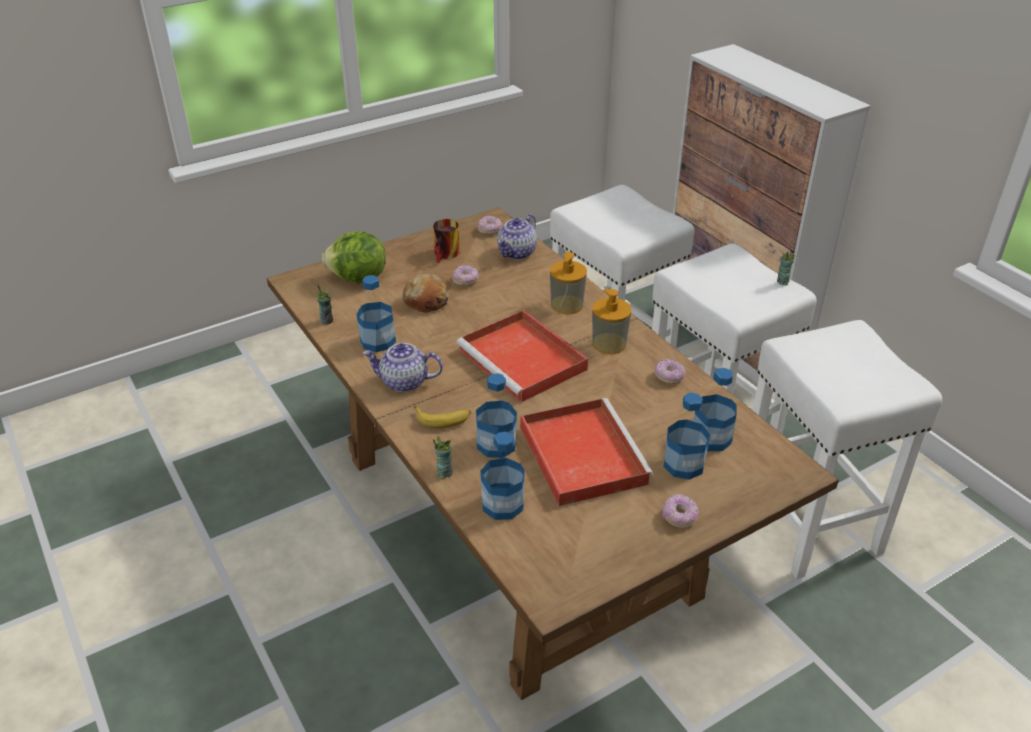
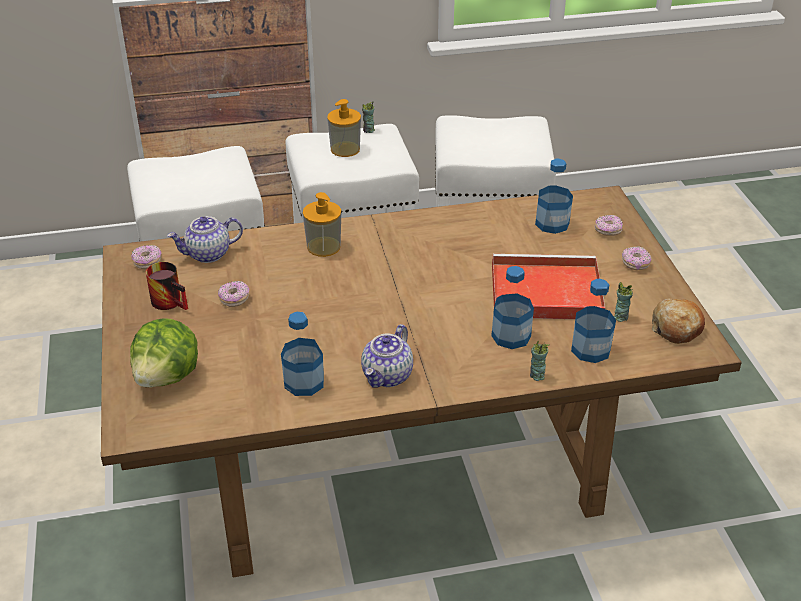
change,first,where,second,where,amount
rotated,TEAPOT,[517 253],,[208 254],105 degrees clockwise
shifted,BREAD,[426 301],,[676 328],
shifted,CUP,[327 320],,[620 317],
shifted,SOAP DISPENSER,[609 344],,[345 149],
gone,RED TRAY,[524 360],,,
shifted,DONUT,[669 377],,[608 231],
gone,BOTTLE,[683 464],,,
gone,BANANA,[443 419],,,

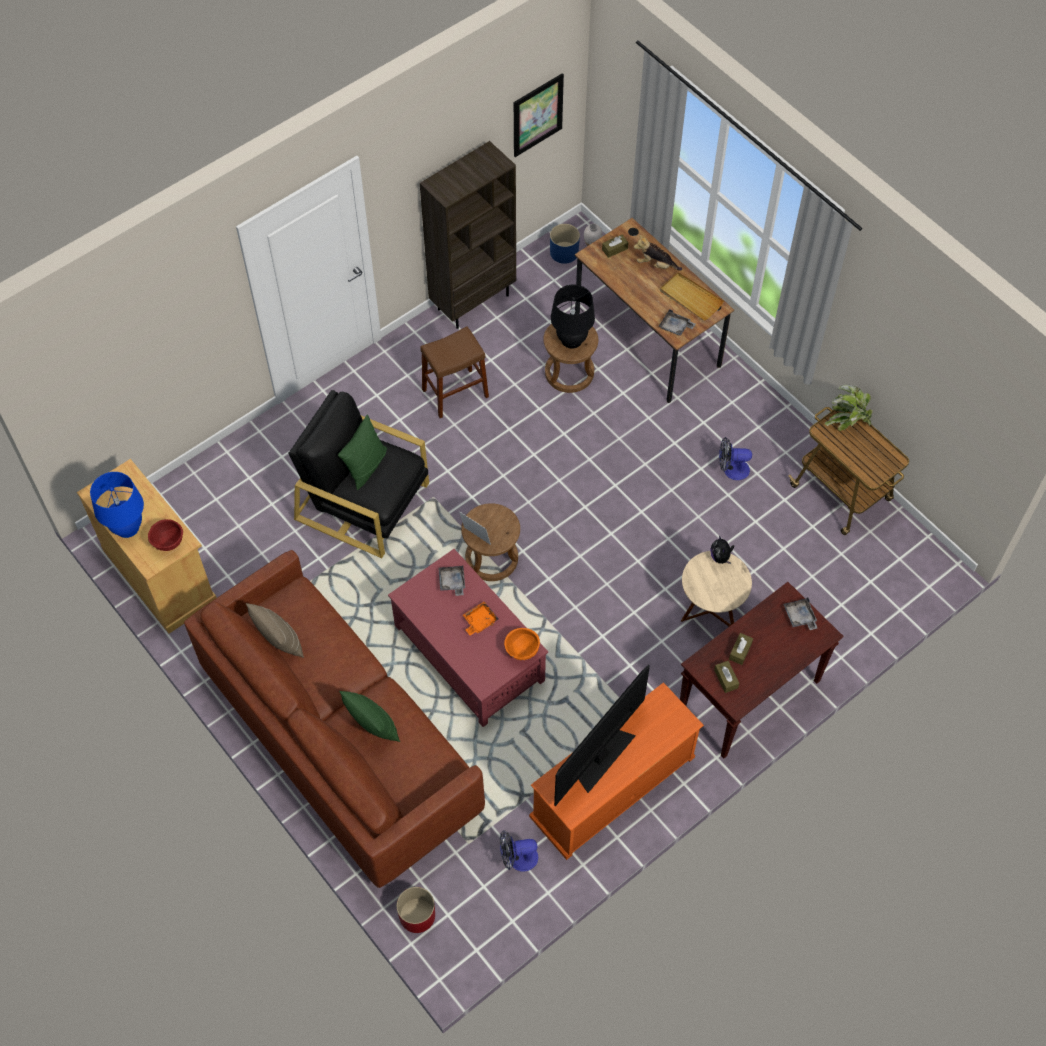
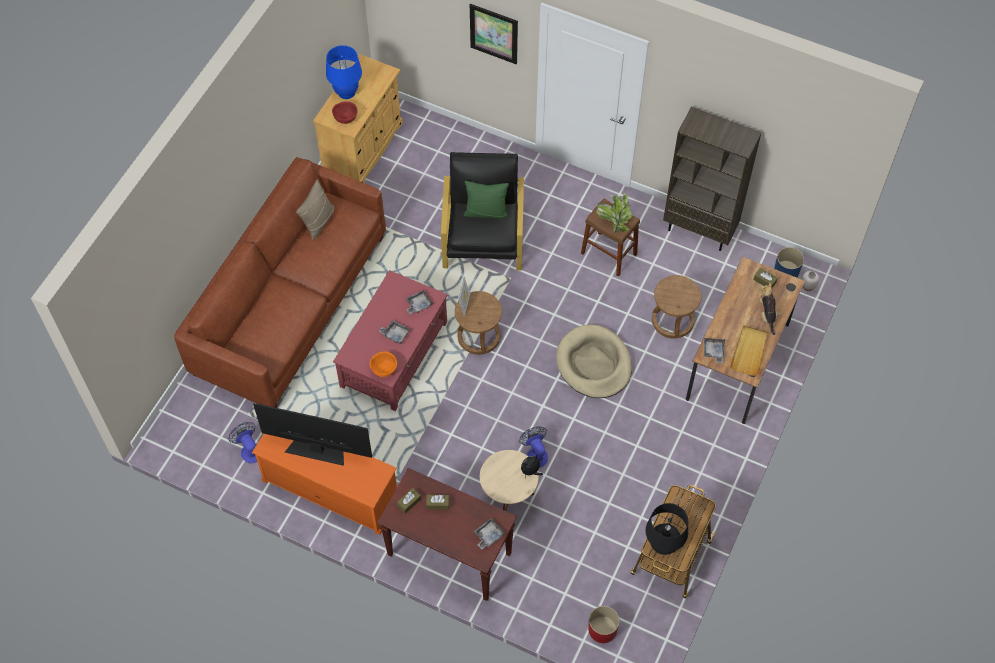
change,first,where,second,where,amount
shifted,PICTURE,[537 115],,[494 33],
shifted,BLACK TABLE LAMP,[571 339],,[663 545],
shifted,POTTED PLANT,[848 420],,[613 220],
shifted,FAN,[731 469],,[535 453],
repainted,ORANGE TRAY,[479 621],GREY TRAY,[395 334],
gone,GREEN PILLOW,[373 726],,,
shifted,RED PLANTER,[417 915],,[602 629],
new,,,BEIGE DOG BED,[594 364],

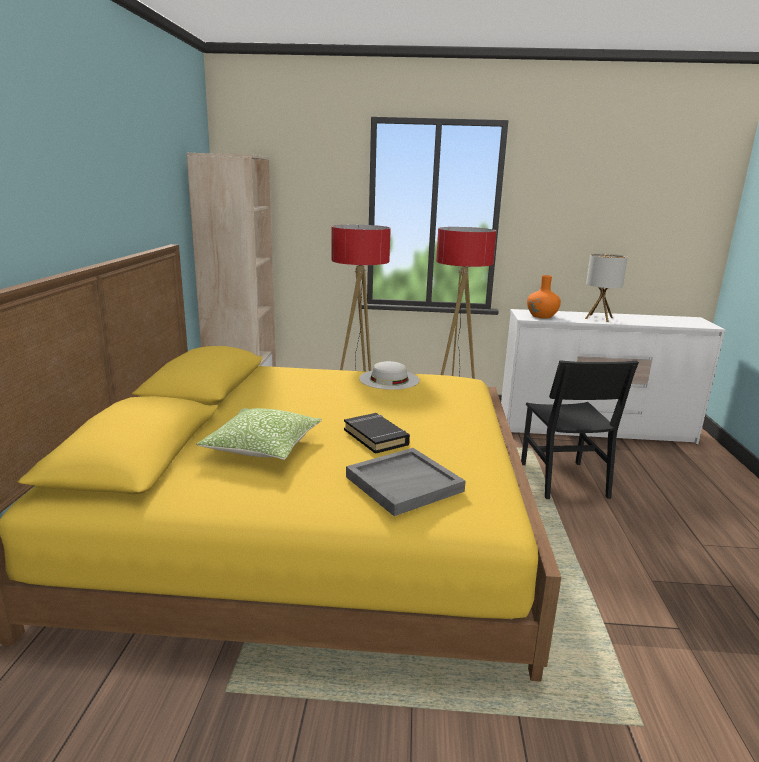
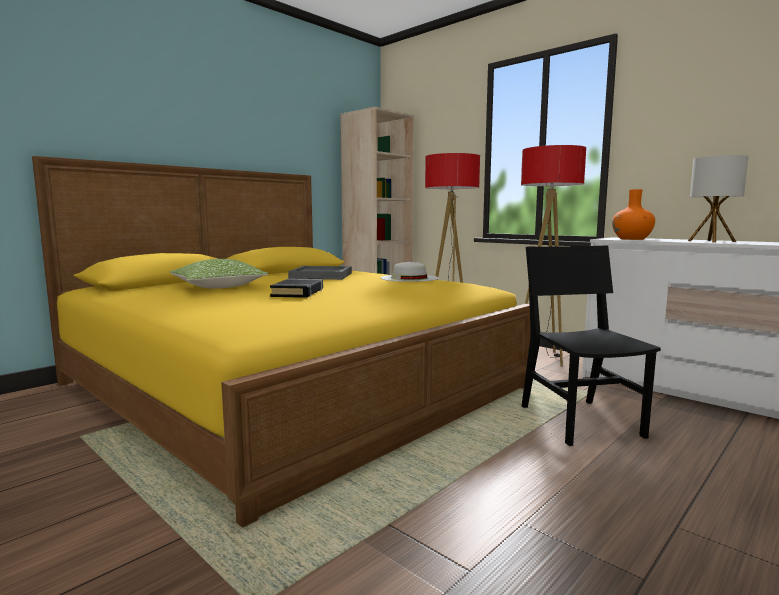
change,first,where,second,where,amount
rotated,BLACK CHAIR,[563 480],,[580 421],135 degrees clockwise
shifted,GREY TRAY,[404 483],,[322 276],

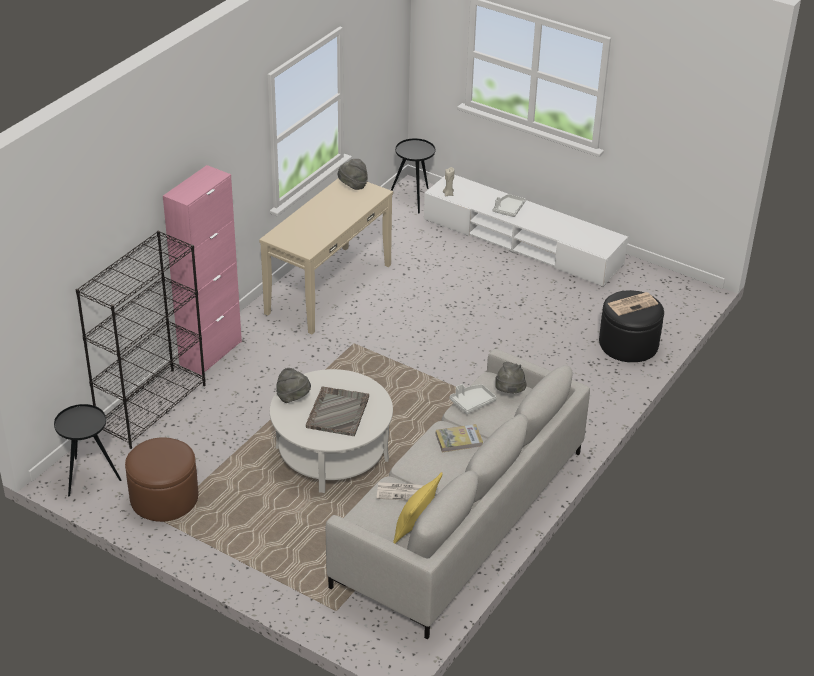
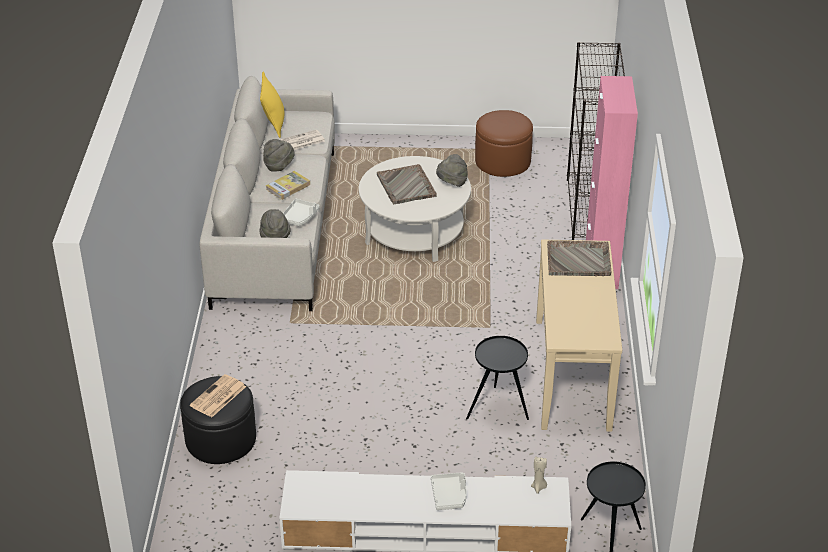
change,first,where,second,where,amount
shifted,GREY HAT,[353 186],,[279 166],
shifted,BLACK SIDE TABLE,[88 476],,[498 410],
new,,,GREY TRAY,[579 260],

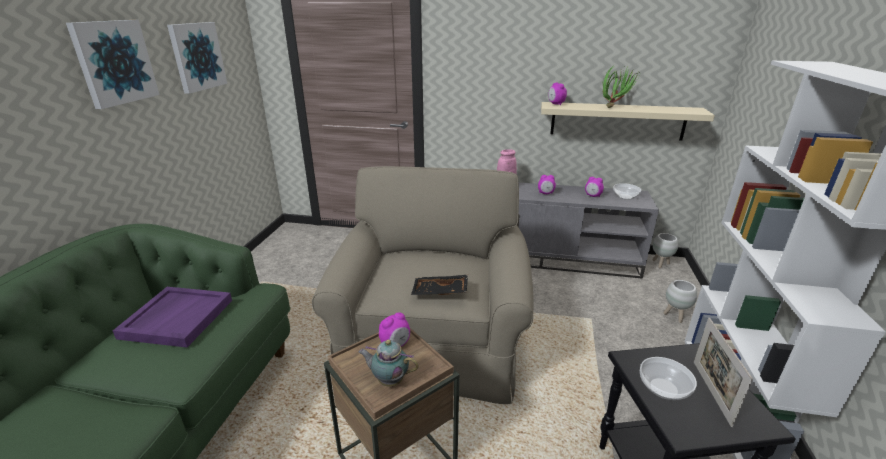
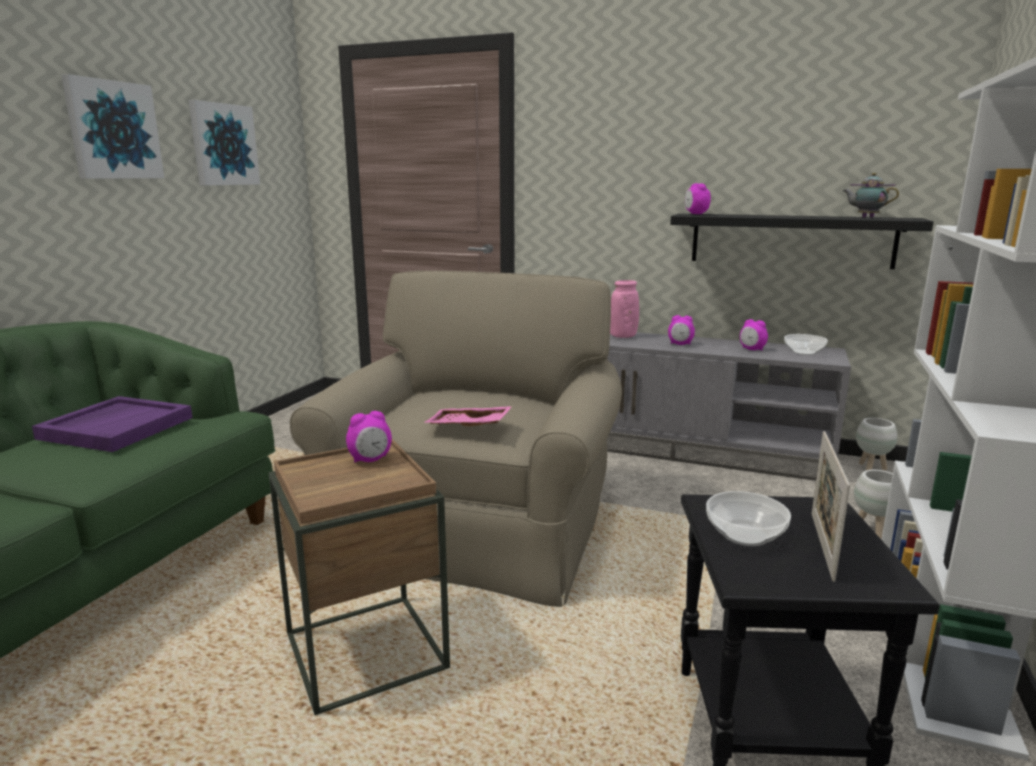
change,first,where,second,where,amount
gone,POTTED PLANT,[613 107],,,
repainted,BEIGE SHELF,[617 121],BLACK SHELF,[791 240],
repainted,BLACK TRAY,[440 292],PINK TRAY,[468 426],
shifted,TEAPOT,[389 380],,[865 217],

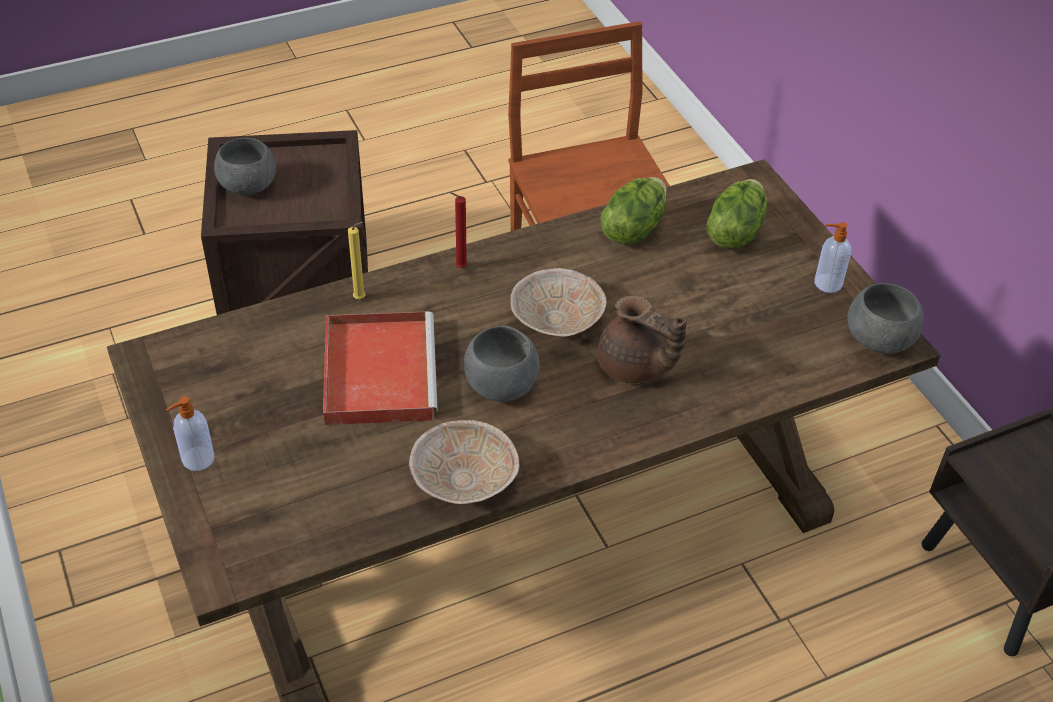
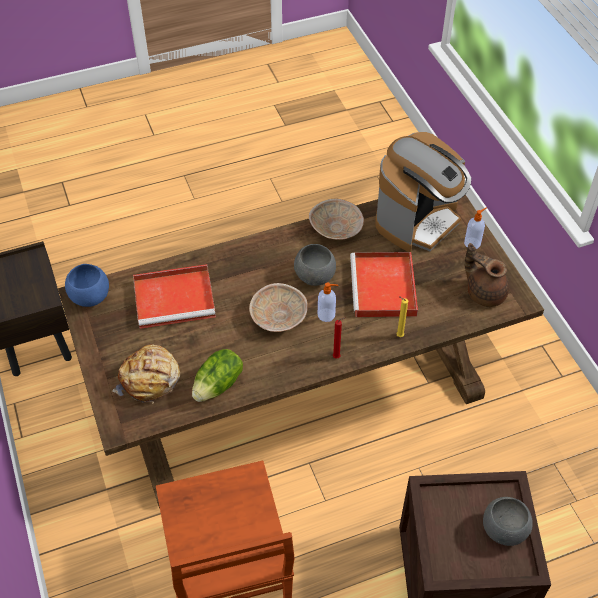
change,first,where,second,where,amount
swapped,LETTUCE,[734 232],BREAD,[150 380],
shifted,SOAP DISPENSER,[826 283],,[327 315],
repainted,GREY BOWL,[878 341],BLUE BOWL,[90 296],
shifted,BROWN TEAPOT,[634 367],,[484 292],
new,,,COFFEE MACHINE,[418 221],
new,,,RED TRAY,[176 298],

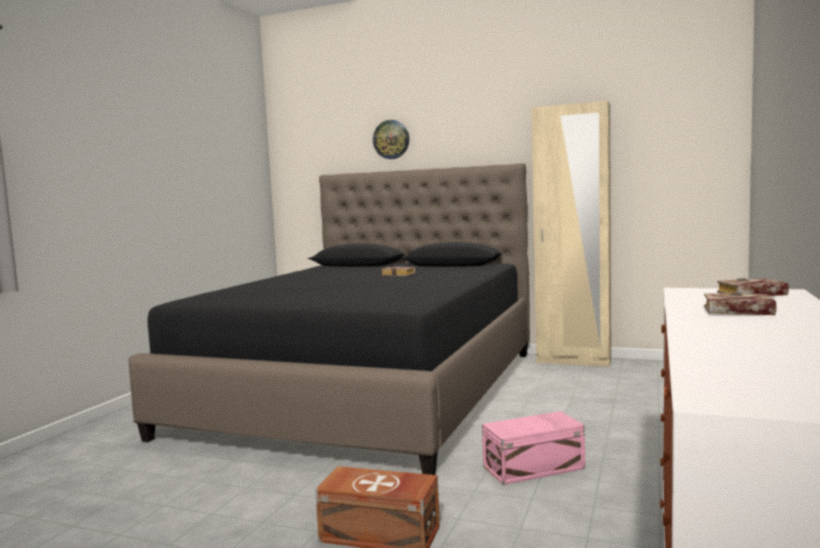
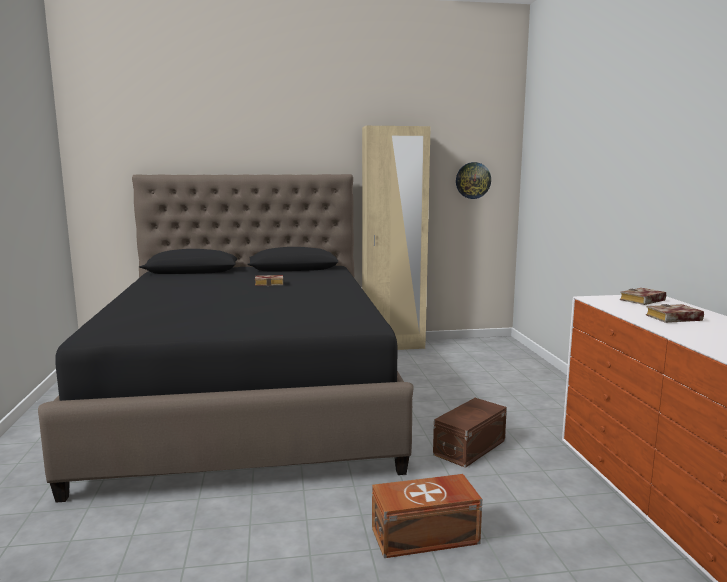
change,first,where,second,where,amount
shifted,WALL CLOCK,[391 139],,[473 180],
repainted,PINK STORAGE BOX,[535 468],BROWN STORAGE BOX,[471 447],

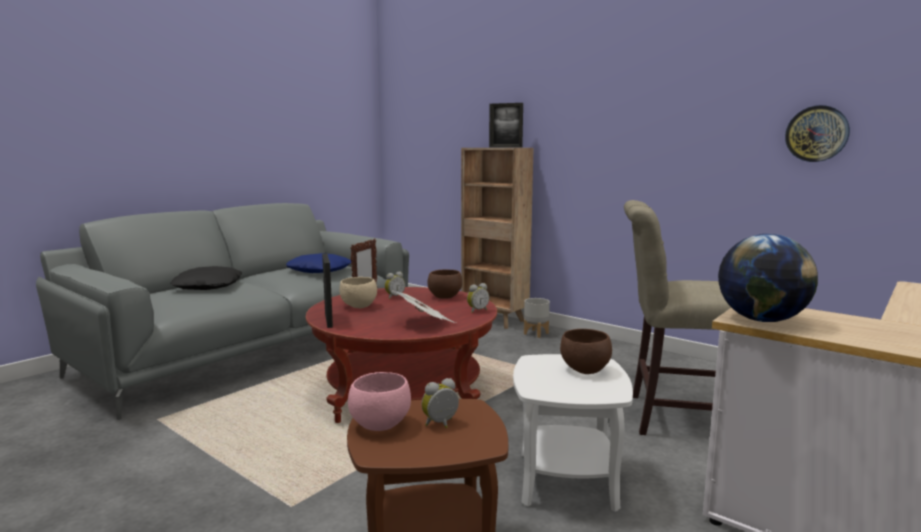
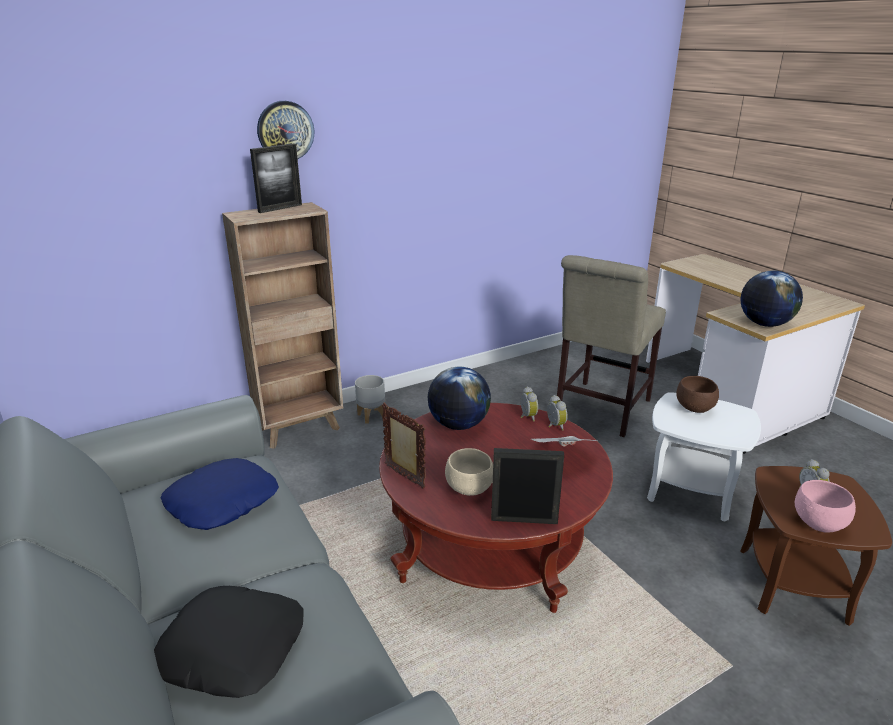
change,first,where,second,where,amount
shifted,WALL CLOCK,[816 134],,[285 131],
swapped,BROWN BOWL,[444 297],GLOBE,[458 425],
shifted,ALARM CLOCK,[394 297],,[554 426],

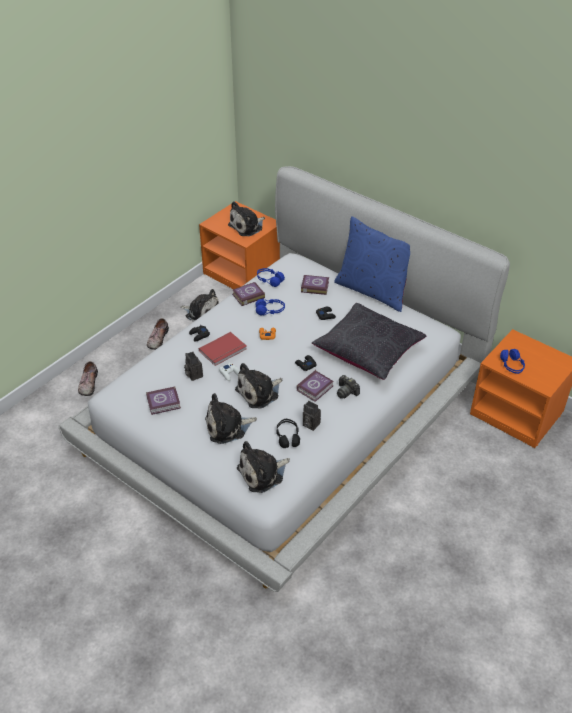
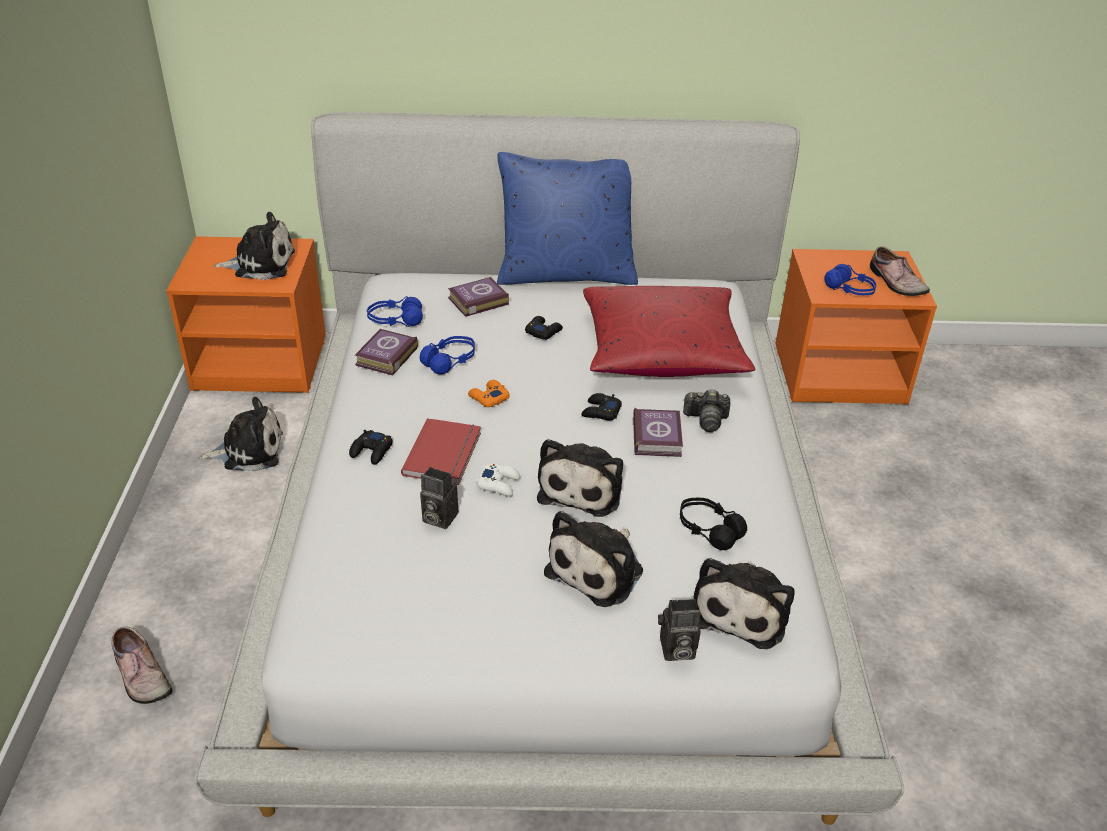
change,first,where,second,where,amount
rotated,PLUSH TOY,[247 226],,[260 264],105 degrees counterclockwise
repainted,BLACK PILLOW,[368 350],RED PILLOW,[662 351],
shifted,SHOE,[157 338],,[895 282],
gone,BOOK,[164 403],,,
shifted,PHOTO CAMERA,[310 424],,[675 650],

